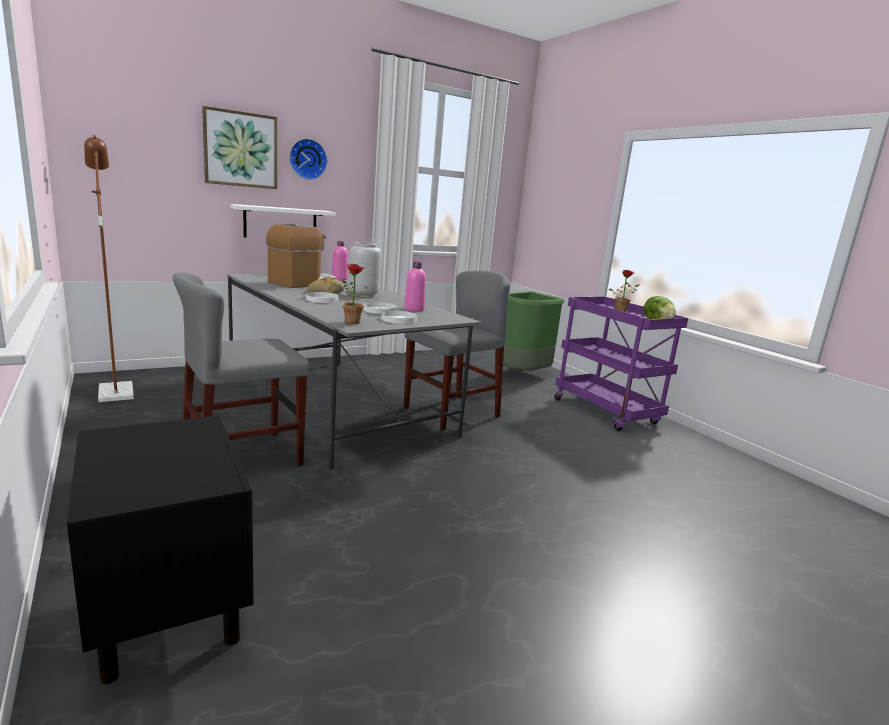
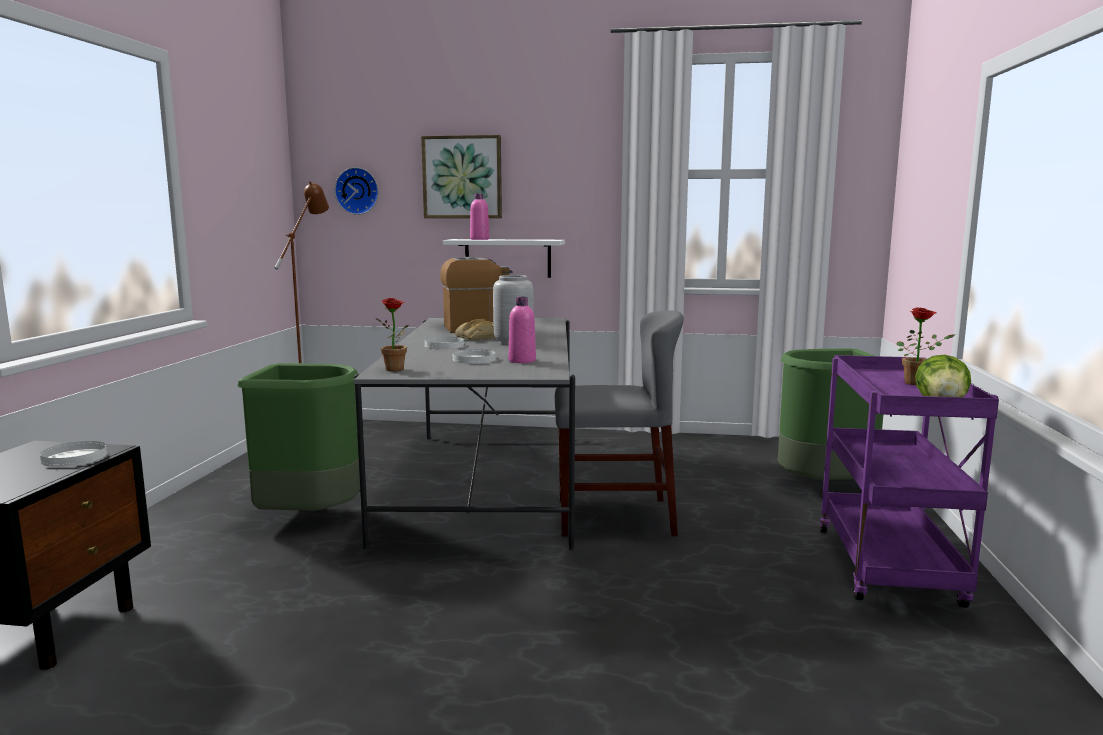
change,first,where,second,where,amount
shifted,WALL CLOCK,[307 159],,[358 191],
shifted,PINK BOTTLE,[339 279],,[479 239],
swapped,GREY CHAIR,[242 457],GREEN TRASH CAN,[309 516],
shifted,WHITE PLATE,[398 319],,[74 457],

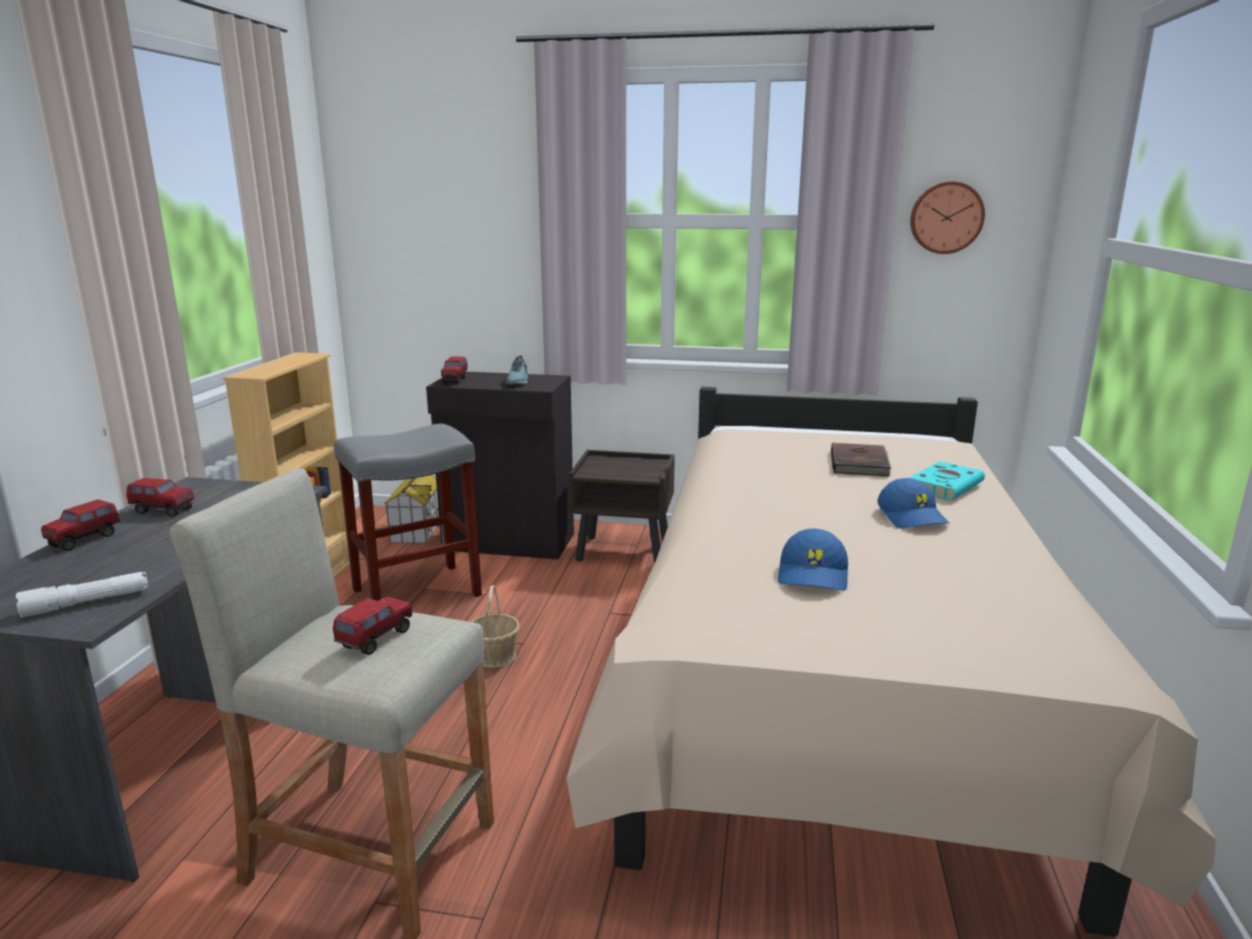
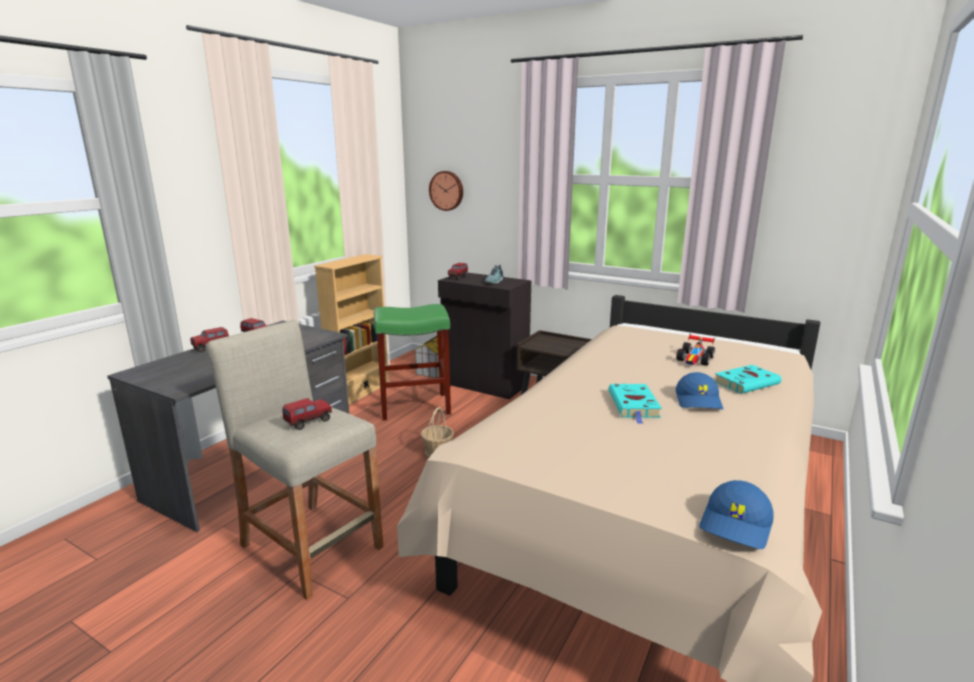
change,first,where,second,where,amount
shifted,WALL CLOCK,[946 217],,[447 190],
repainted,GREY STOOL,[418 592],GREEN STOOL,[415 406],
swapped,BROWN BOOK,[860 463],TOY CAR,[696 359],
shifted,BLUE CAP,[814 575],,[737 525],
gone,WHITE FLASHLIGHT,[87 603],,,
new,,,TURQUOISE BOOK,[634 405],

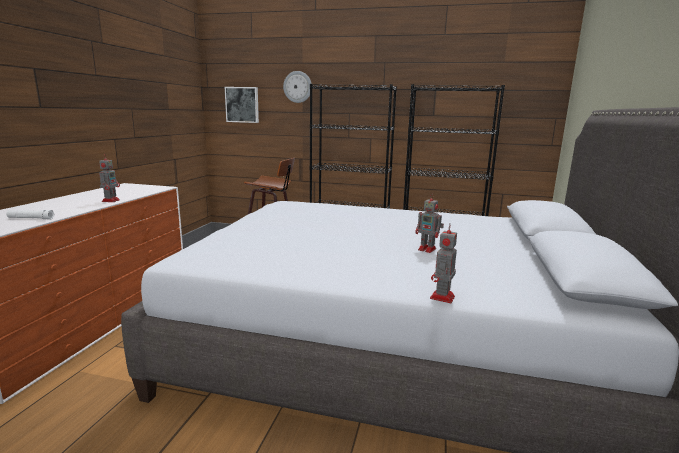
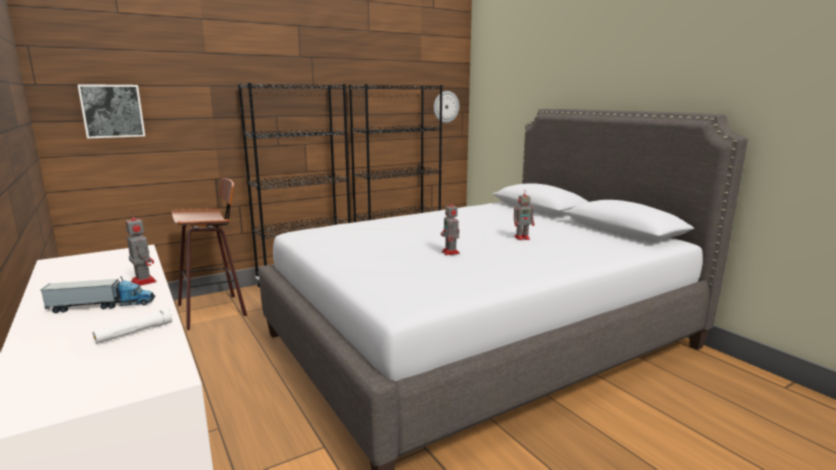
change,first,where,second,where,amount
shifted,WALL CLOCK,[297 87],,[446 107],
shifted,TOY ROBOT,[442 298],,[451 253],
new,,,TOY TRUCK,[102 306],

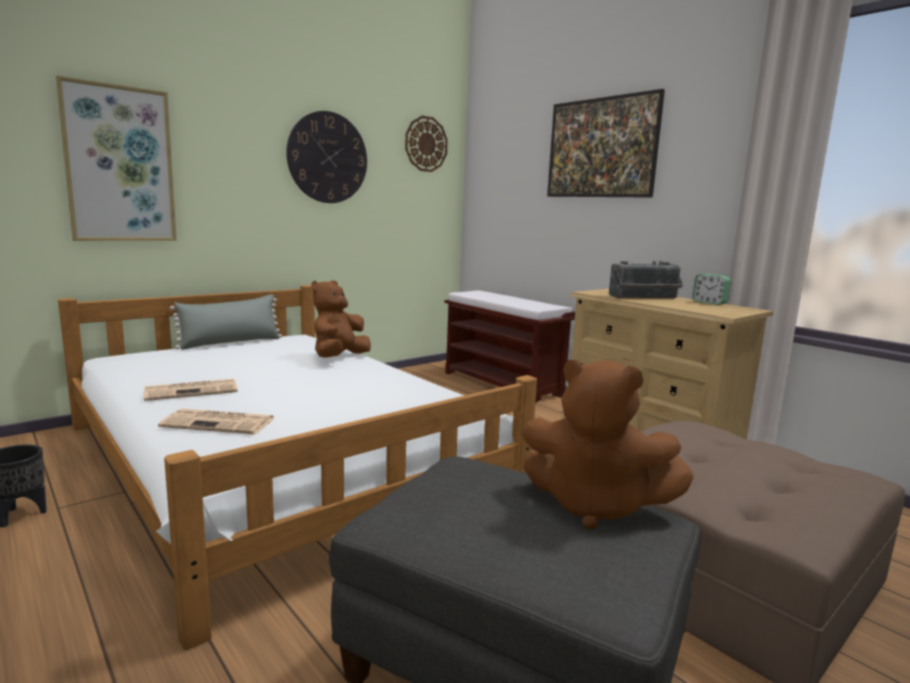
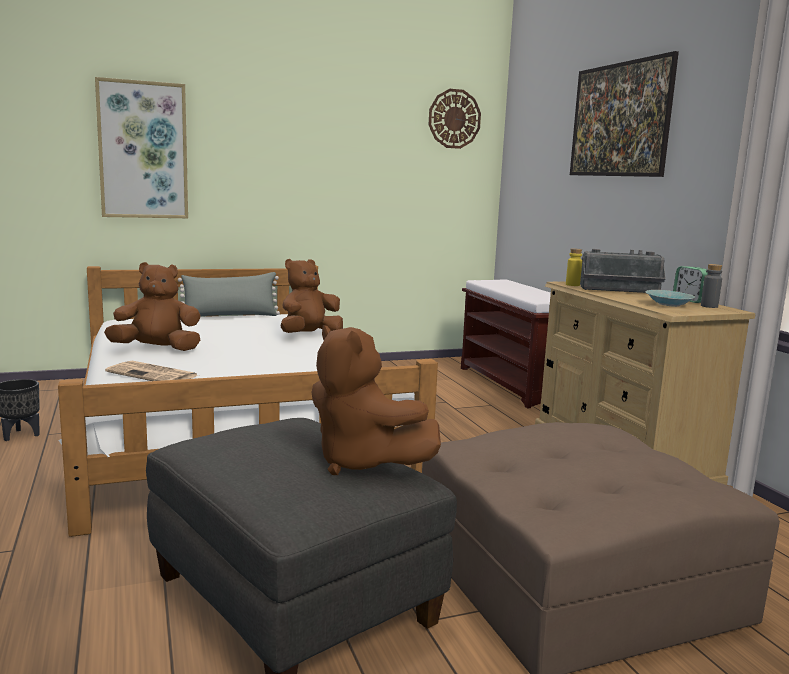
change,first,where,second,where,amount
gone,WALL CLOCK,[328 158],,,
swapped,NEWSPAPER,[193 391],BROWN PLUSH TOY,[157 349],
new,,,YELLOW BOTTLE,[572 285],
new,,,GREY BOTTLE,[709 306],
new,,,TURQUOISE BOWL,[670 304],

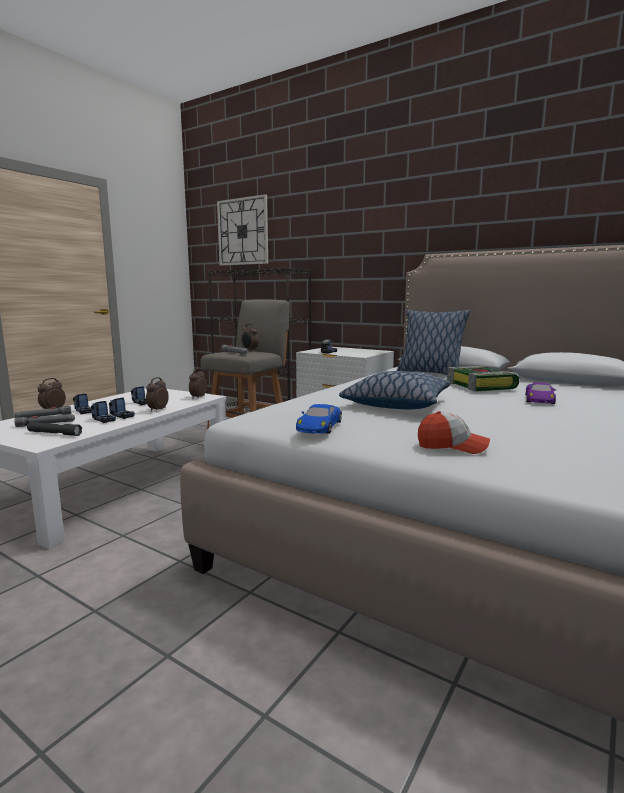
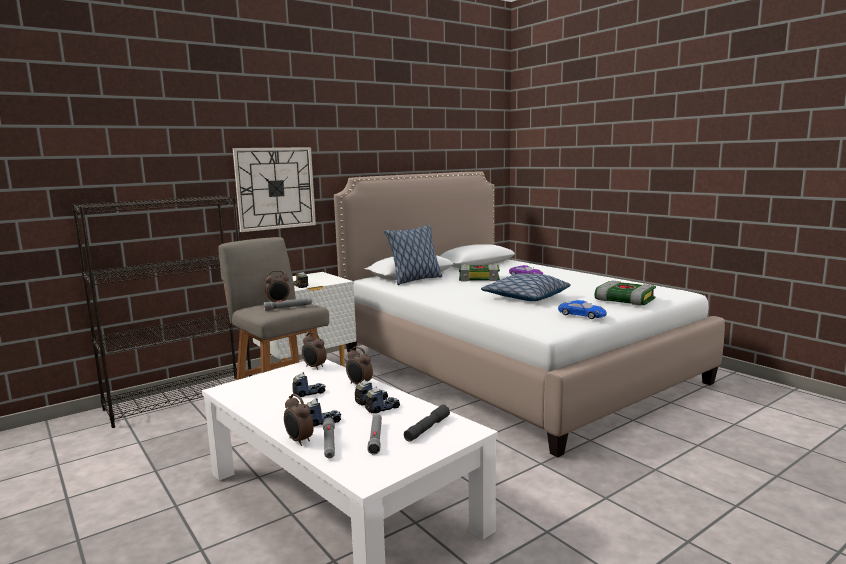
change,first,where,second,where,amount
shifted,WALL CLOCK,[243 231],,[275 188],
swapped,CAP,[452 446],BOOK,[623 300],

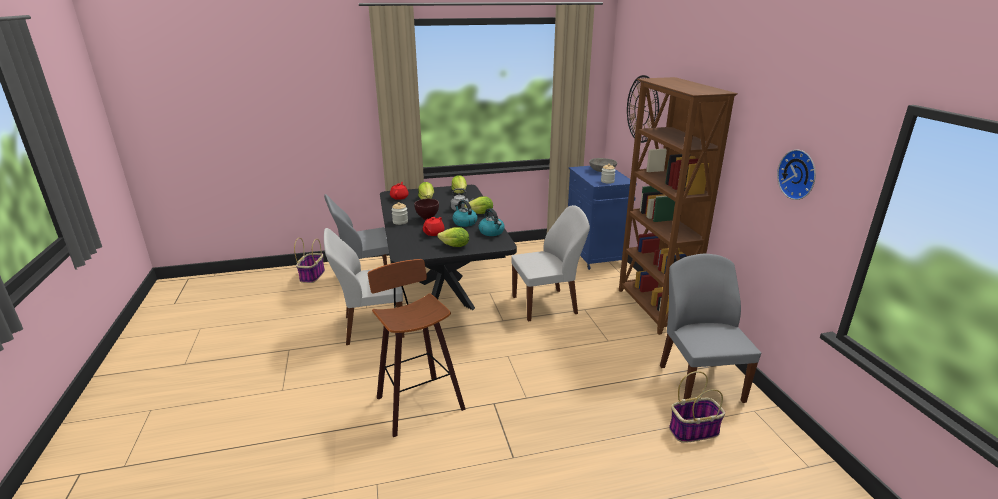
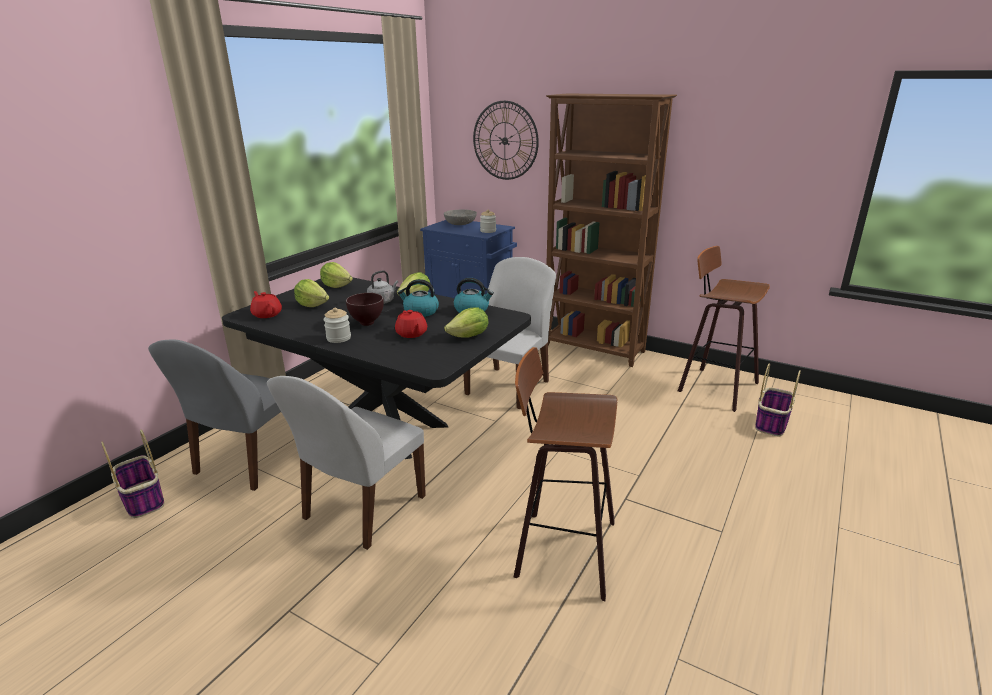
change,first,where,second,where,amount
gone,WALL CLOCK,[799 174],,,
swapped,GREY CHAIR,[700 382],STOOL,[715 387],

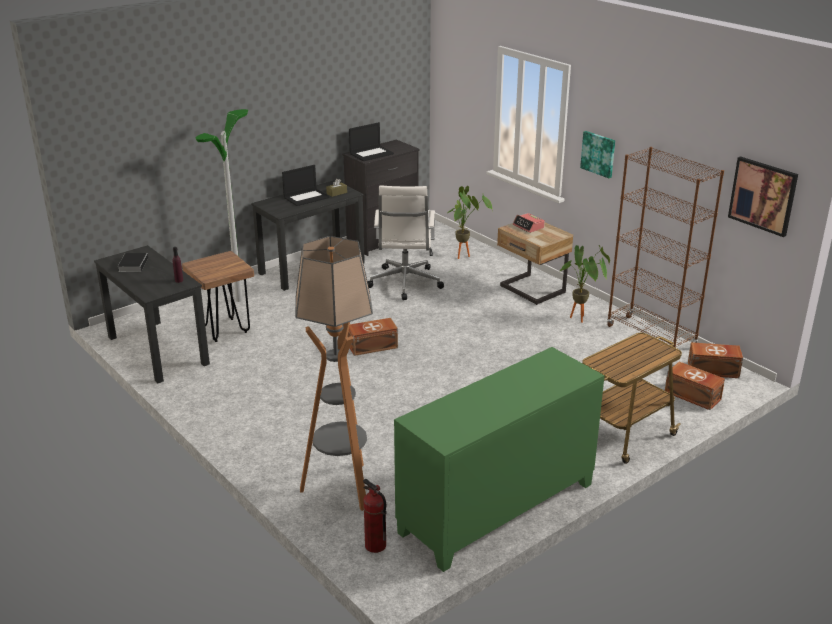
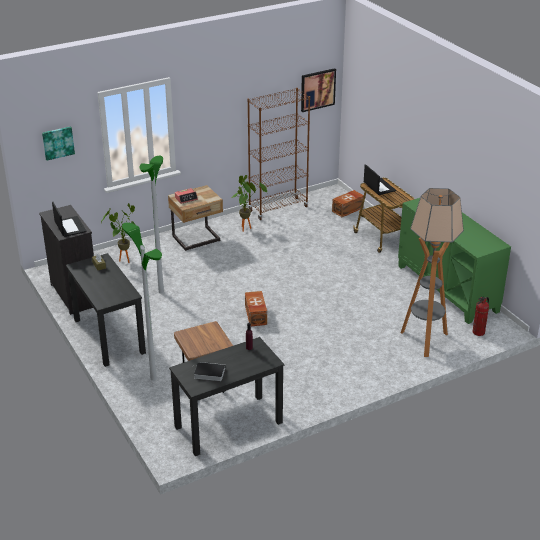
change,first,where,second,where,amount
shifted,PICTURE,[598 154],,[58 142],
shifted,LAPTOP,[306 197],,[379 186],
swapped,WHITE OFFICE CHAIR,[405 283],FLOOR LAMP,[161 292],
gone,BROWN STORAGE BOX,[714 370],,,

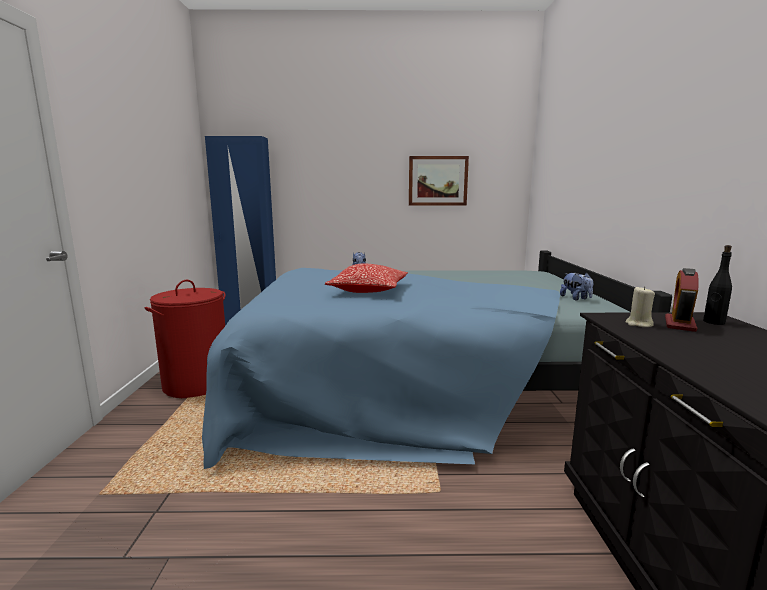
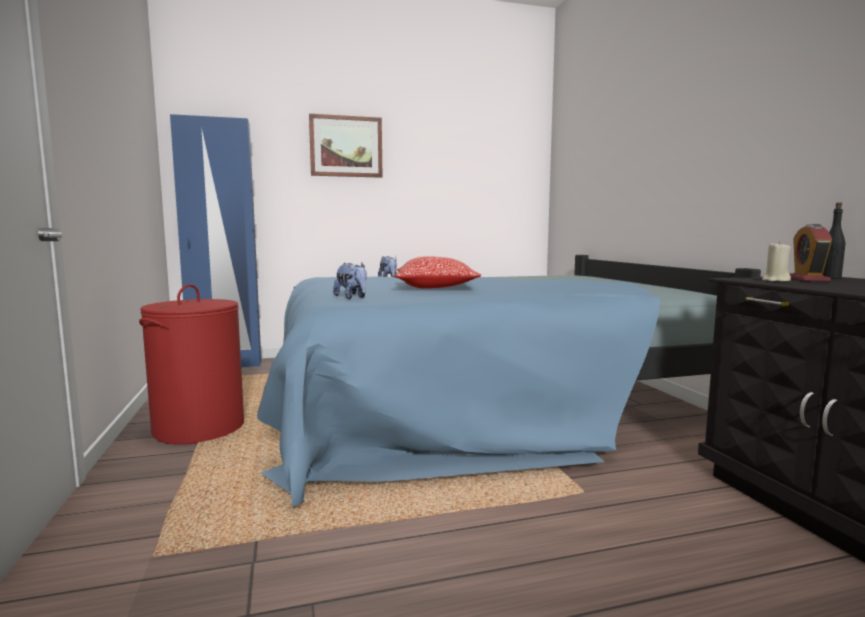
change,first,where,second,where,amount
shifted,PICTURE,[438 181],,[346 146],
shifted,PLUSH TOY,[576 298],,[352 297],

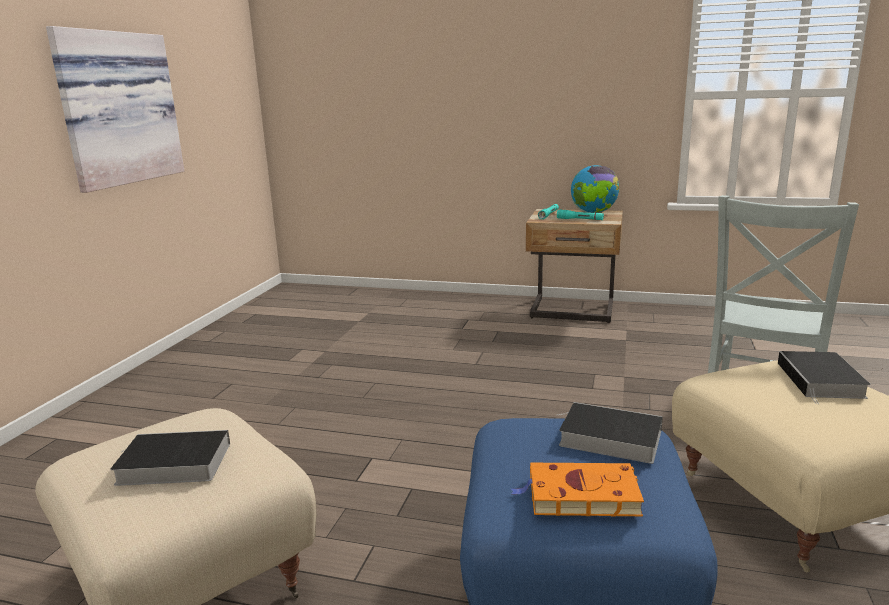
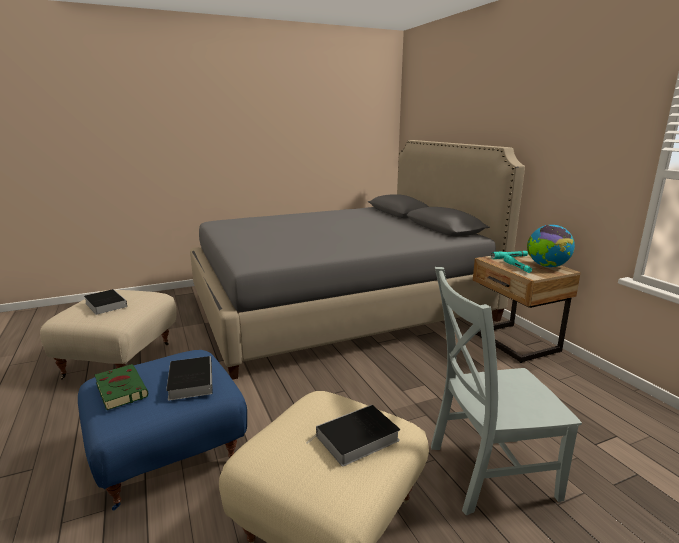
change,first,where,second,where,amount
gone,PICTURE,[117 109],,,
repainted,ORANGE BOOK,[579 496],GREEN BOOK,[120 389],
new,,,GREY BED,[339 307],

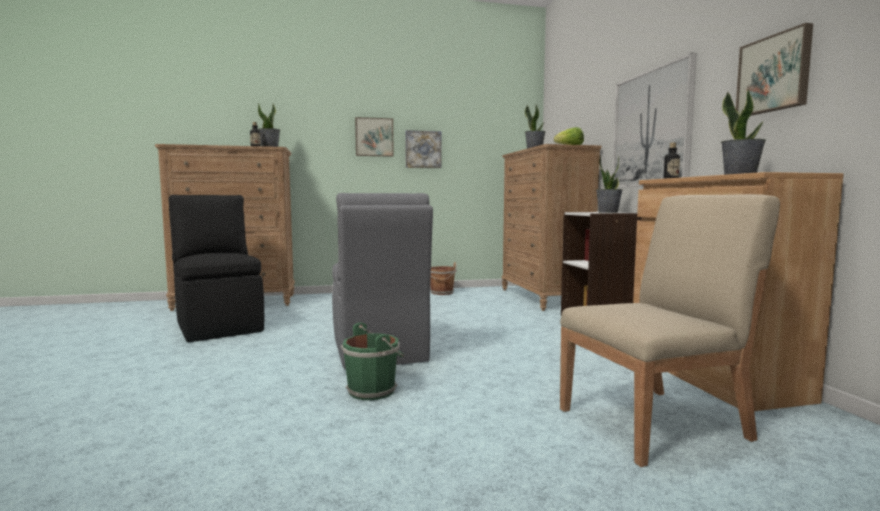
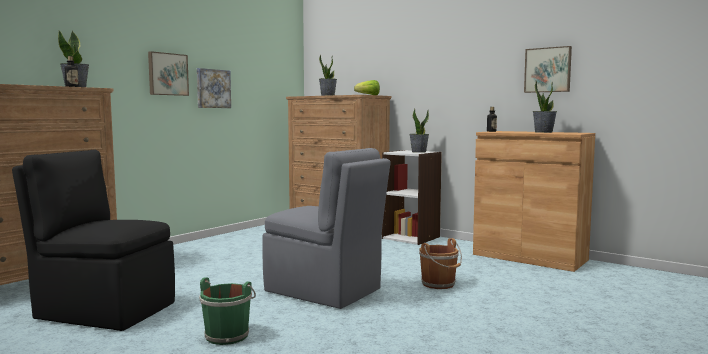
change,first,where,second,where,amount
gone,PICTURE,[651 129],,,
gone,BEIGE CHAIR,[654 423],,,
shifted,BROWN BUCKET,[442 293],,[439 284],
shifted,GREEN BUCKET,[374 390],,[227 335],

